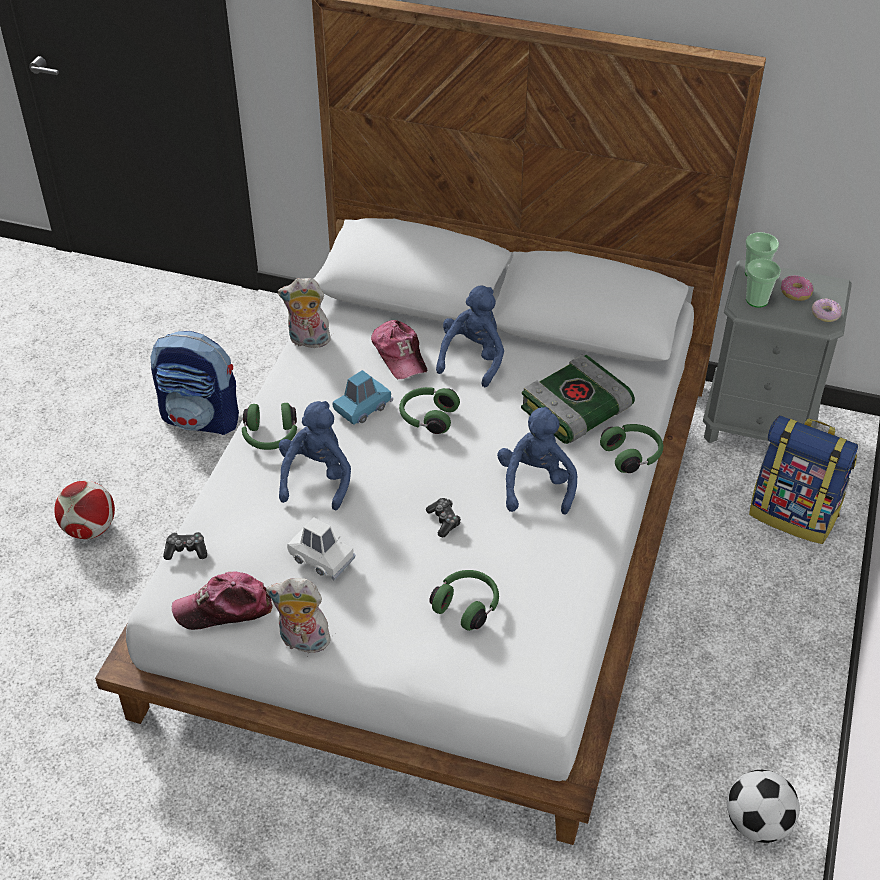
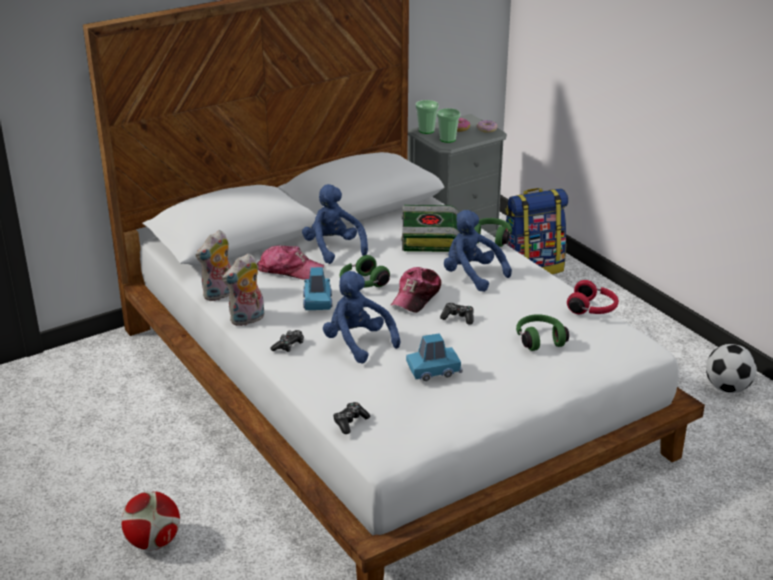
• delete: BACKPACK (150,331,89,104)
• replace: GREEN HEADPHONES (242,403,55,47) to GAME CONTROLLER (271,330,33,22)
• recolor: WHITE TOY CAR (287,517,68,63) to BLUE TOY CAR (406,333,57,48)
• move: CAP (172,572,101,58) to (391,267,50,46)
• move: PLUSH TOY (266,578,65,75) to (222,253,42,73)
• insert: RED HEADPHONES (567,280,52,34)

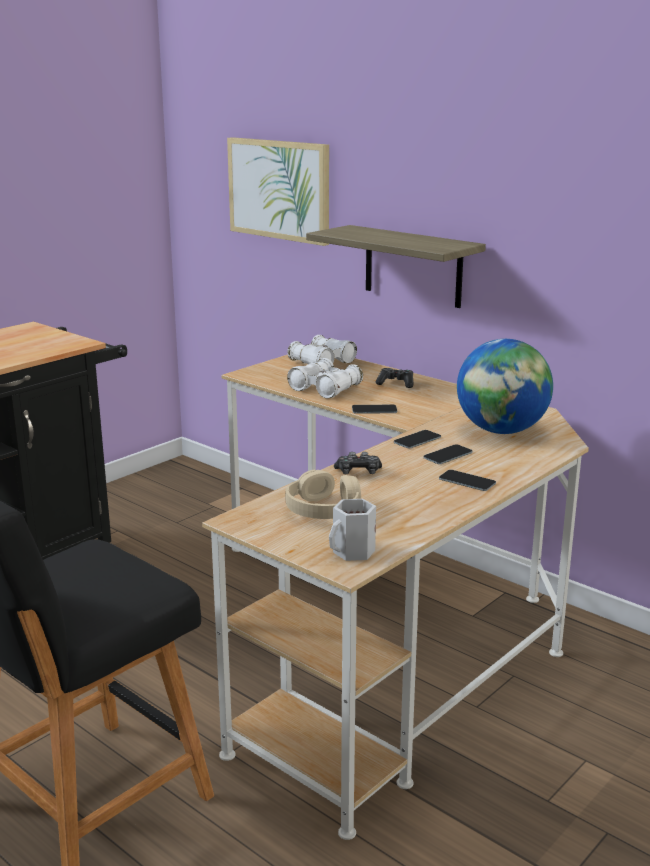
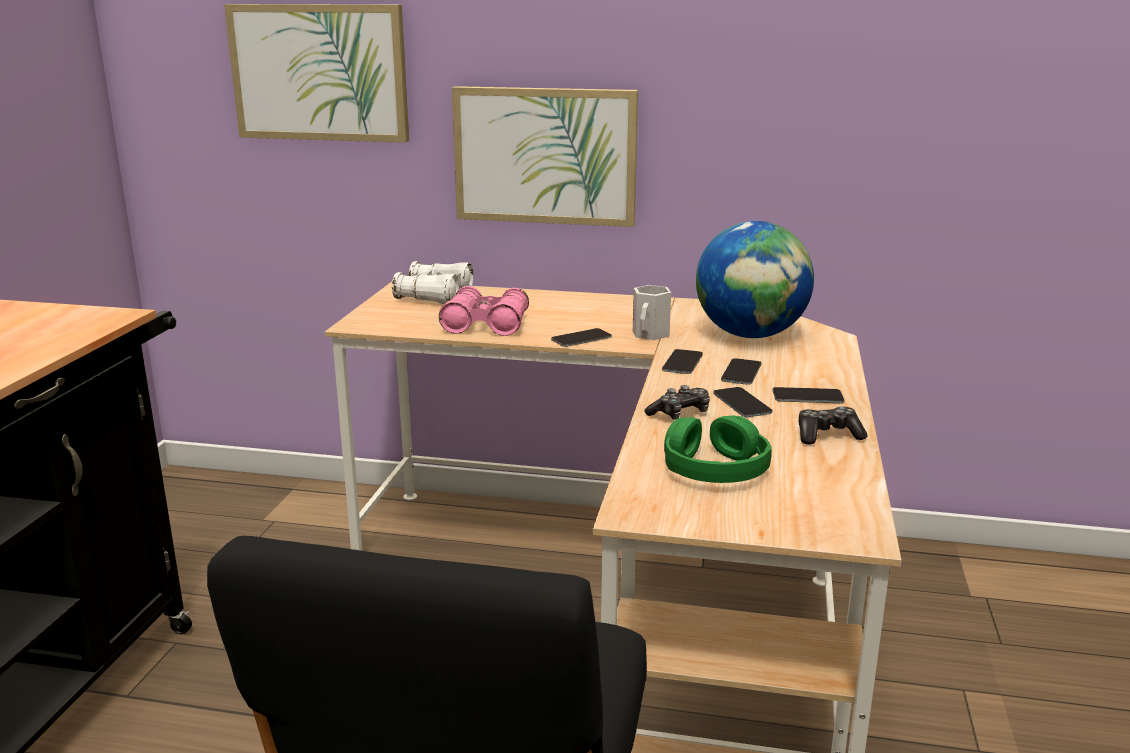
• replace: SHELF (306,225,180,83) to PICTURE (452,86,186,141)
• recolor: WHITE BINOCULARS (287,358,76,41) to PINK BINOCULARS (439,286,90,50)
• move: GAME CONTROLLER (376,368,37,20) to (799,407,68,38)
• recolor: BEIGE HEADPHONES (285,470,76,49) to GREEN HEADPHONES (664,415,108,68)
• move: WHITE MUG (329,499,47,62) to (633,285,38,55)
• insert: PHONE (713,387,59,30)

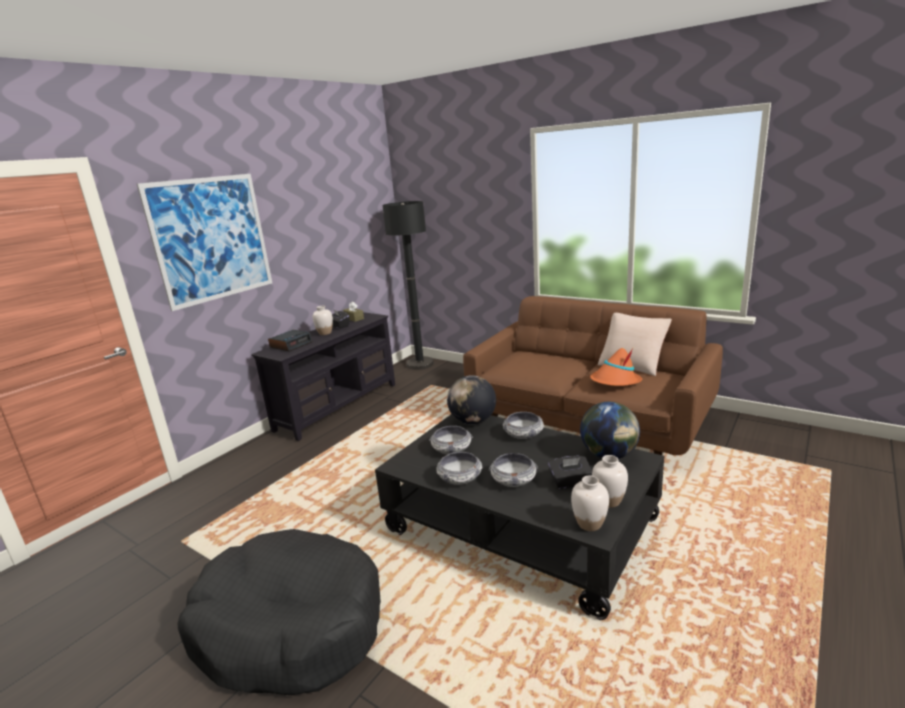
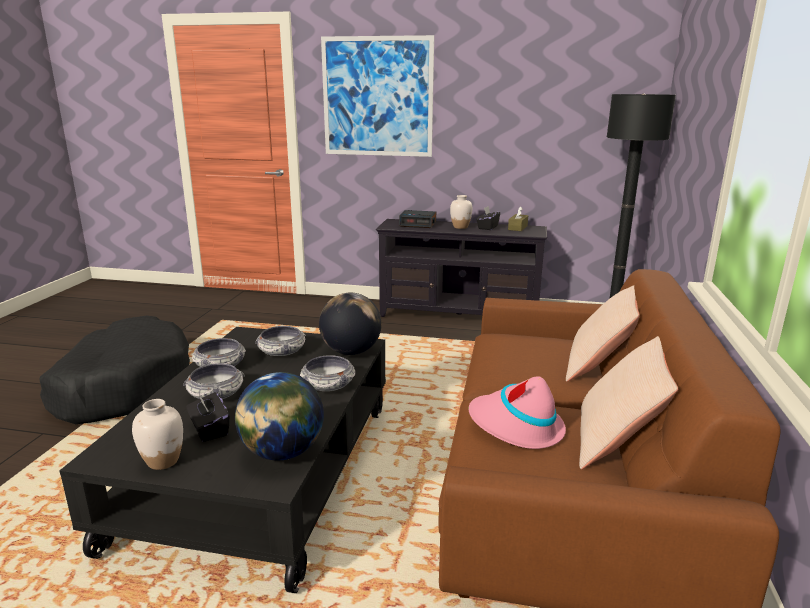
• recolor: ORANGE HAT (590,348,52,38) to PINK HAT (469,376,97,73)
• delete: WHITE VASE (571,475,38,56)
• insert: BEIGE PILLOW (566,285,74,97)

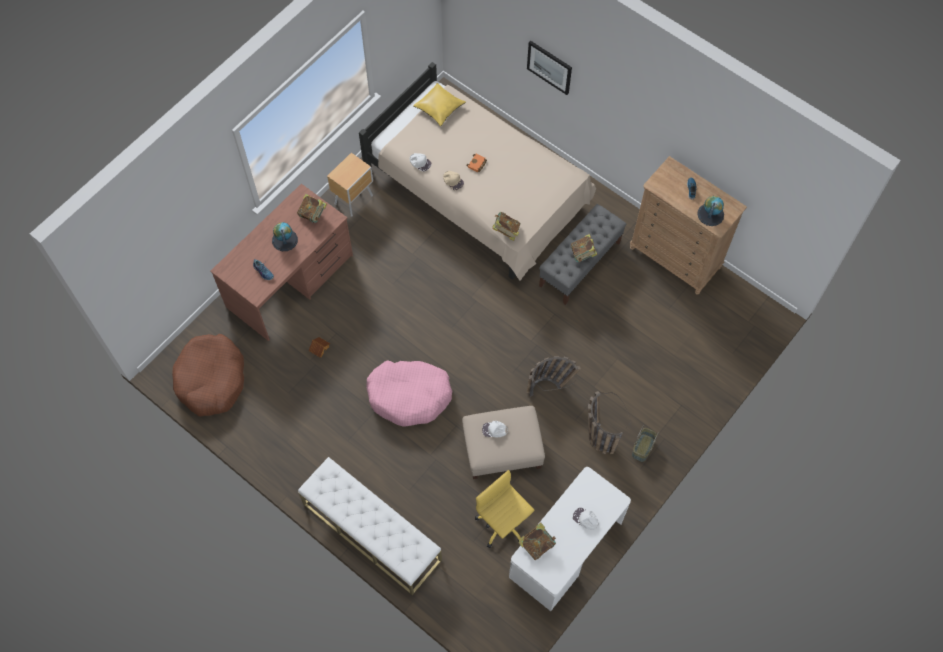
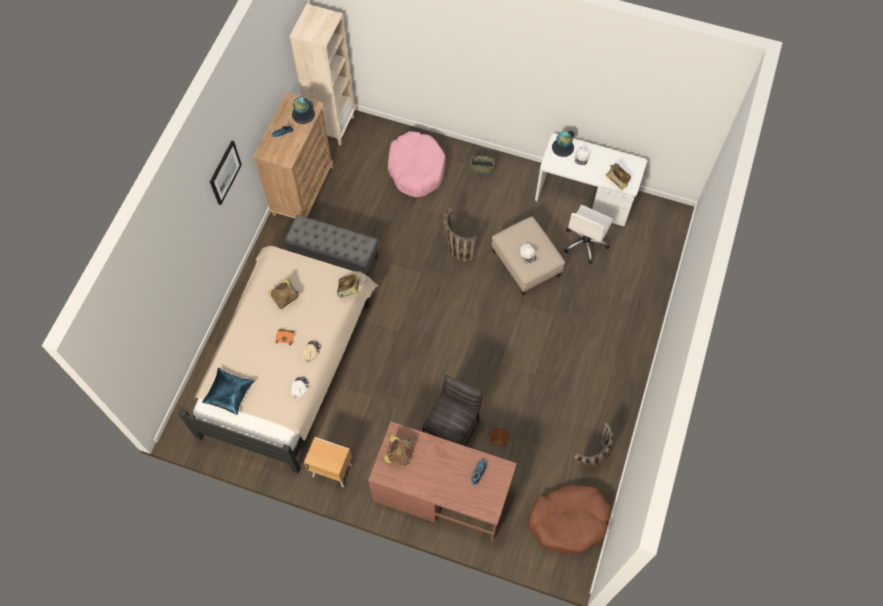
• move: PICTURE (527,40,45,55) to (210,141,32,64)
• recolor: YELLOW PILLOW (413,83,53,43) to BLUE PILLOW (202,368,53,47)
• move: GLOBE (272,222,26,29) to (552,131,22,26)
• move: BOOK (571,234,26,28) to (267,278,33,31)
• move: PINK DOG BED (366,360,87,67) to (387,131,58,66)
• move: BASKET (588,391,43,63) to (572,419,41,46)
• delete: WHITE BENCH (298,457,144,138)
• recolor: YELLOW OFFICE CHAIR (475,470,59,78) to WHITE OFFICE CHAIR (564,205,49,59)
• insert: BEIGE BOOKCASE (289,4,66,142)
• insert: GREY STOOL (422,375,60,71)

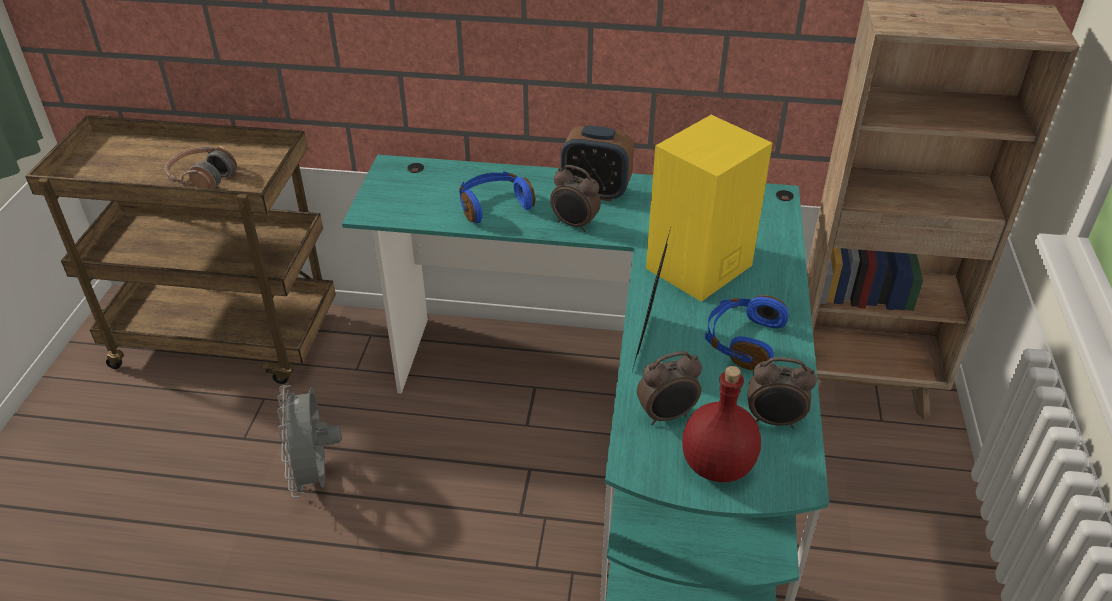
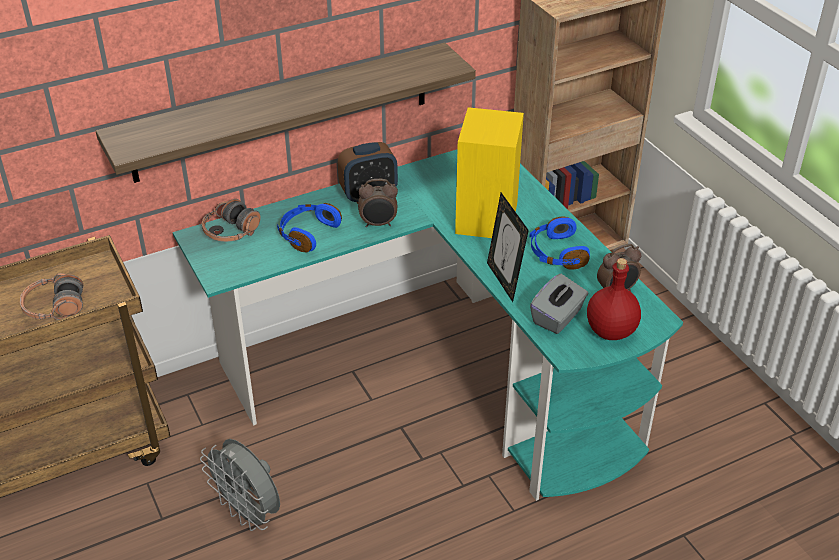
• replace: ALARM CLOCK (637,351,65,74) to GREY TISSUE BOX (530,274,58,60)
• insert: SHELF (96,43,380,140)
• insert: HEADPHONES (202,199,59,43)

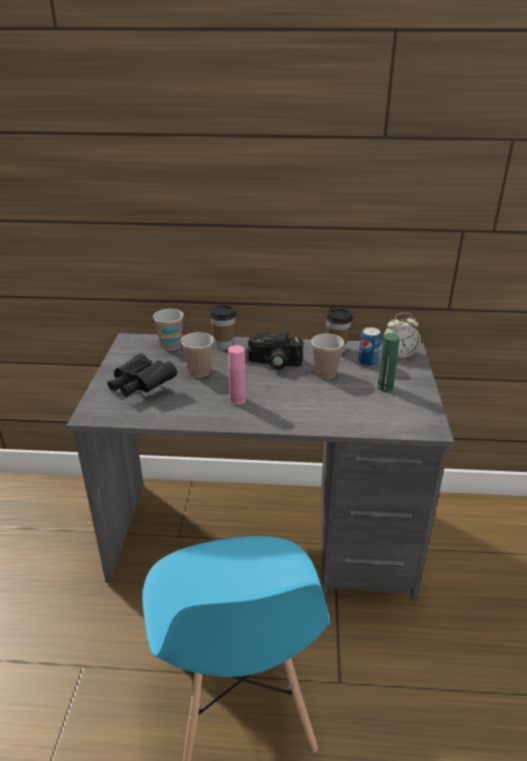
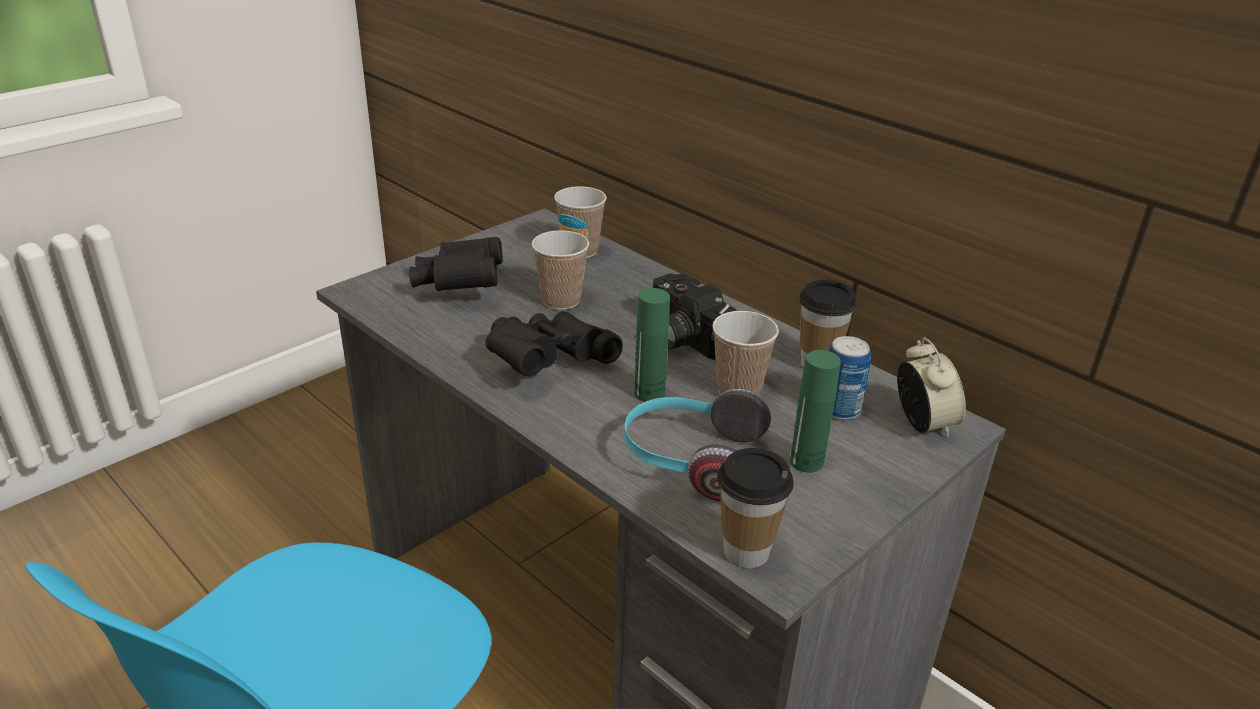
• move: CUP (209,305,28,45) to (717,448,77,120)
• rotate: ALARM CLOCK (383,313,38,45) = (897,337,69,101) 135 degrees counterclockwise
• replace: PINK BOTTLE (228,345,18,60) to BLACK BINOCULARS (486,311,137,65)
• insert: GREEN BOTTLE (634,288,36,114)
• insert: HEADPHONES (624,389,147,113)

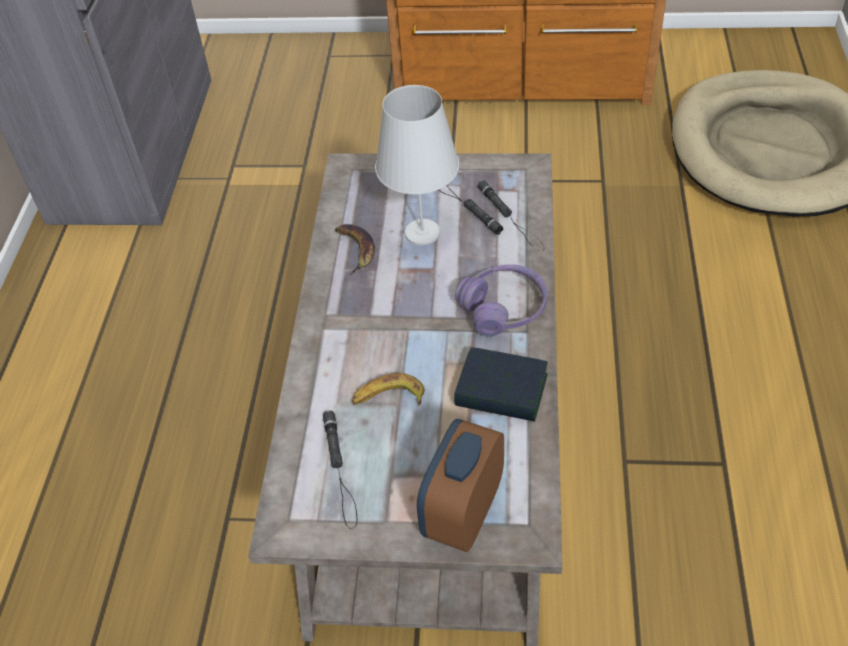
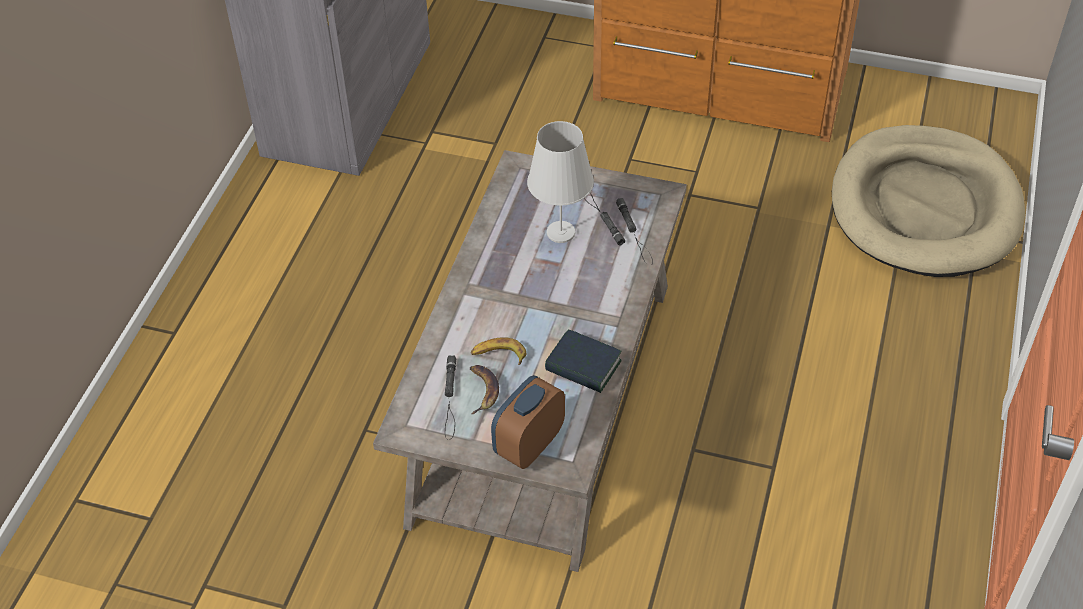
• move: BANANA (335,224,40,51) to (469,365,30,49)
• delete: PURPLE HEADPHONES (455,264,92,73)

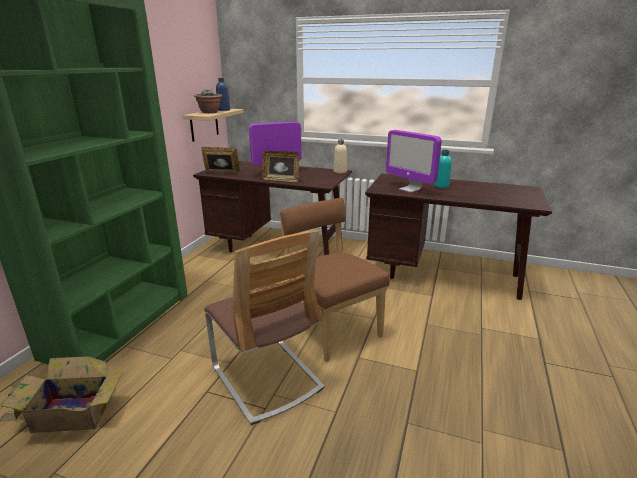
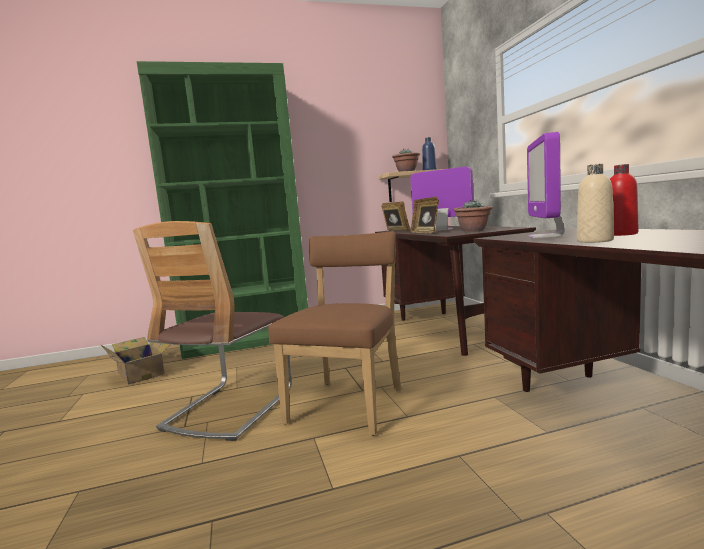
• move: BEIGE BOTTLE (334,140,13,33) to (577,164,37,79)
• recolor: TURQUOISE BOTTLE (434,150,18,38) to RED BOTTLE (610,164,28,72)
• insert: POTTED PLANT (453,200,40,32)

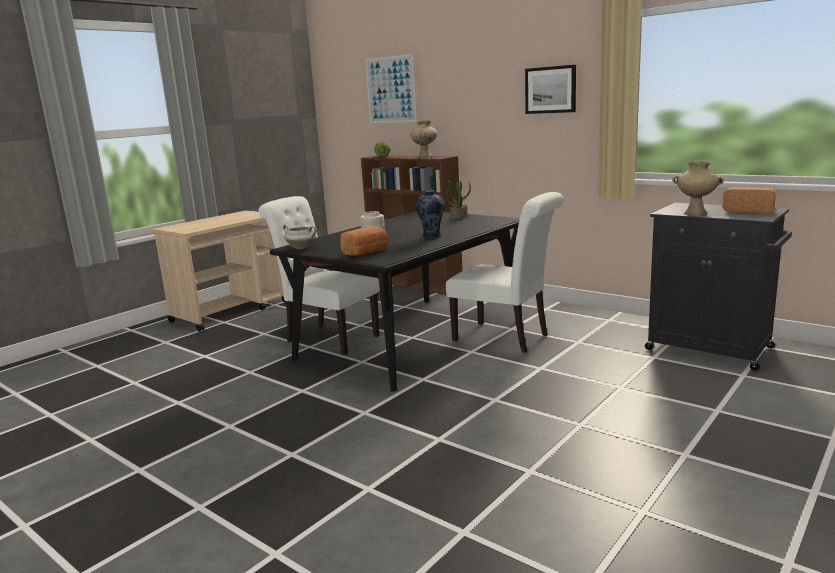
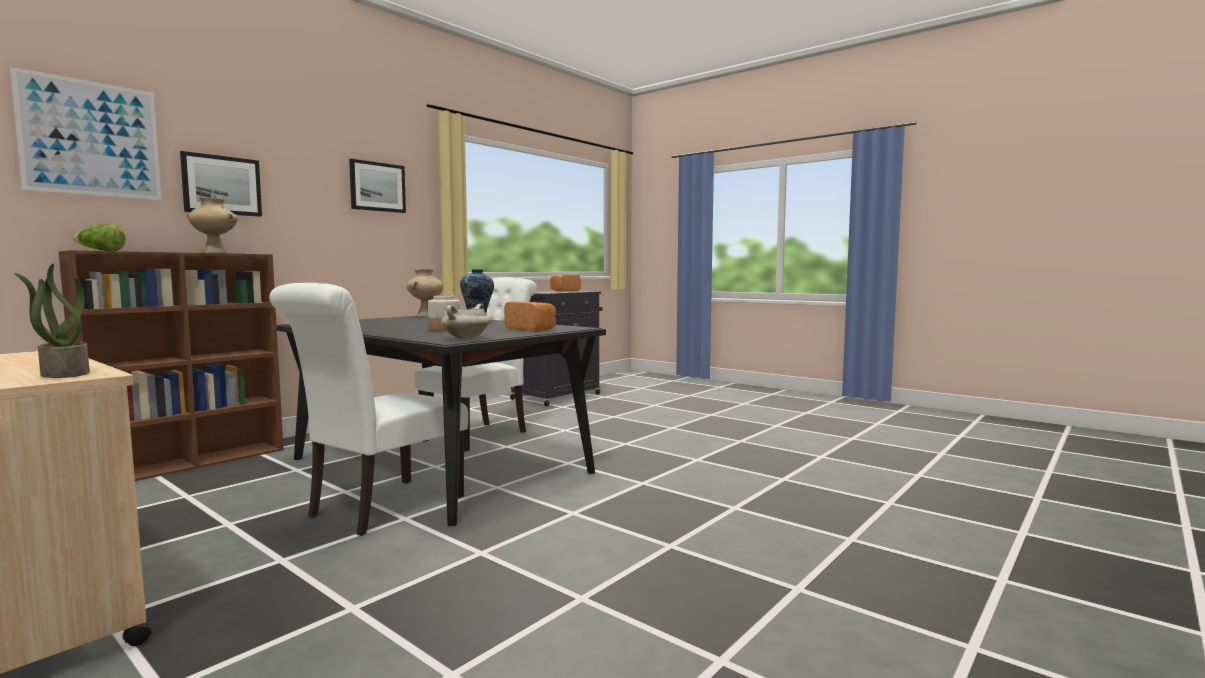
• move: BEIGE VASE (672,161,52,55) to (407,269,36,48)
• move: POTTED PLANT (446,177,25,42) to (14,264,76,114)
• insert: PICTURE (180,151,82,65)

